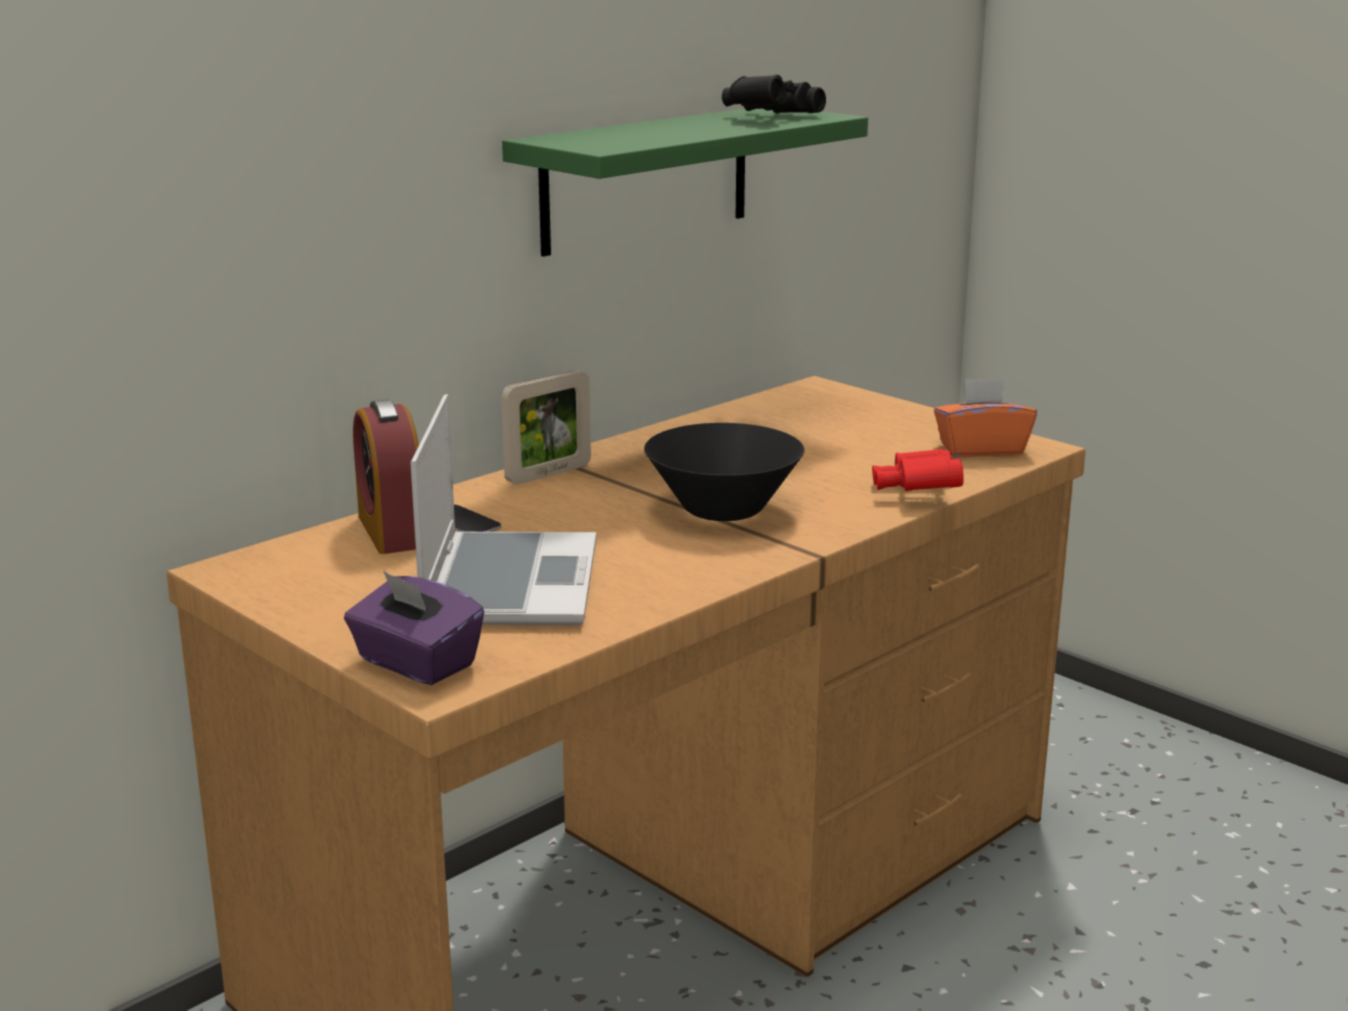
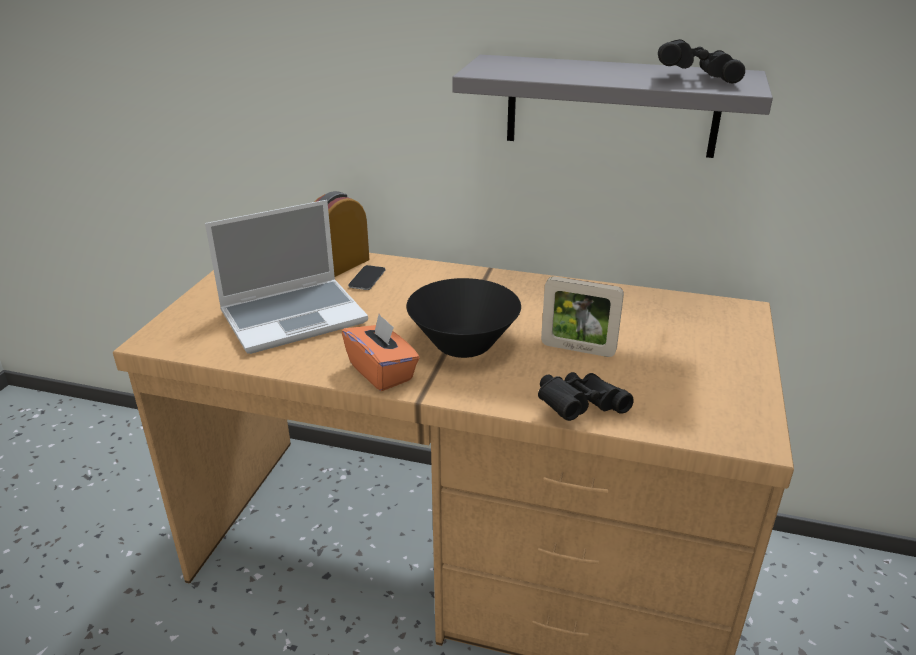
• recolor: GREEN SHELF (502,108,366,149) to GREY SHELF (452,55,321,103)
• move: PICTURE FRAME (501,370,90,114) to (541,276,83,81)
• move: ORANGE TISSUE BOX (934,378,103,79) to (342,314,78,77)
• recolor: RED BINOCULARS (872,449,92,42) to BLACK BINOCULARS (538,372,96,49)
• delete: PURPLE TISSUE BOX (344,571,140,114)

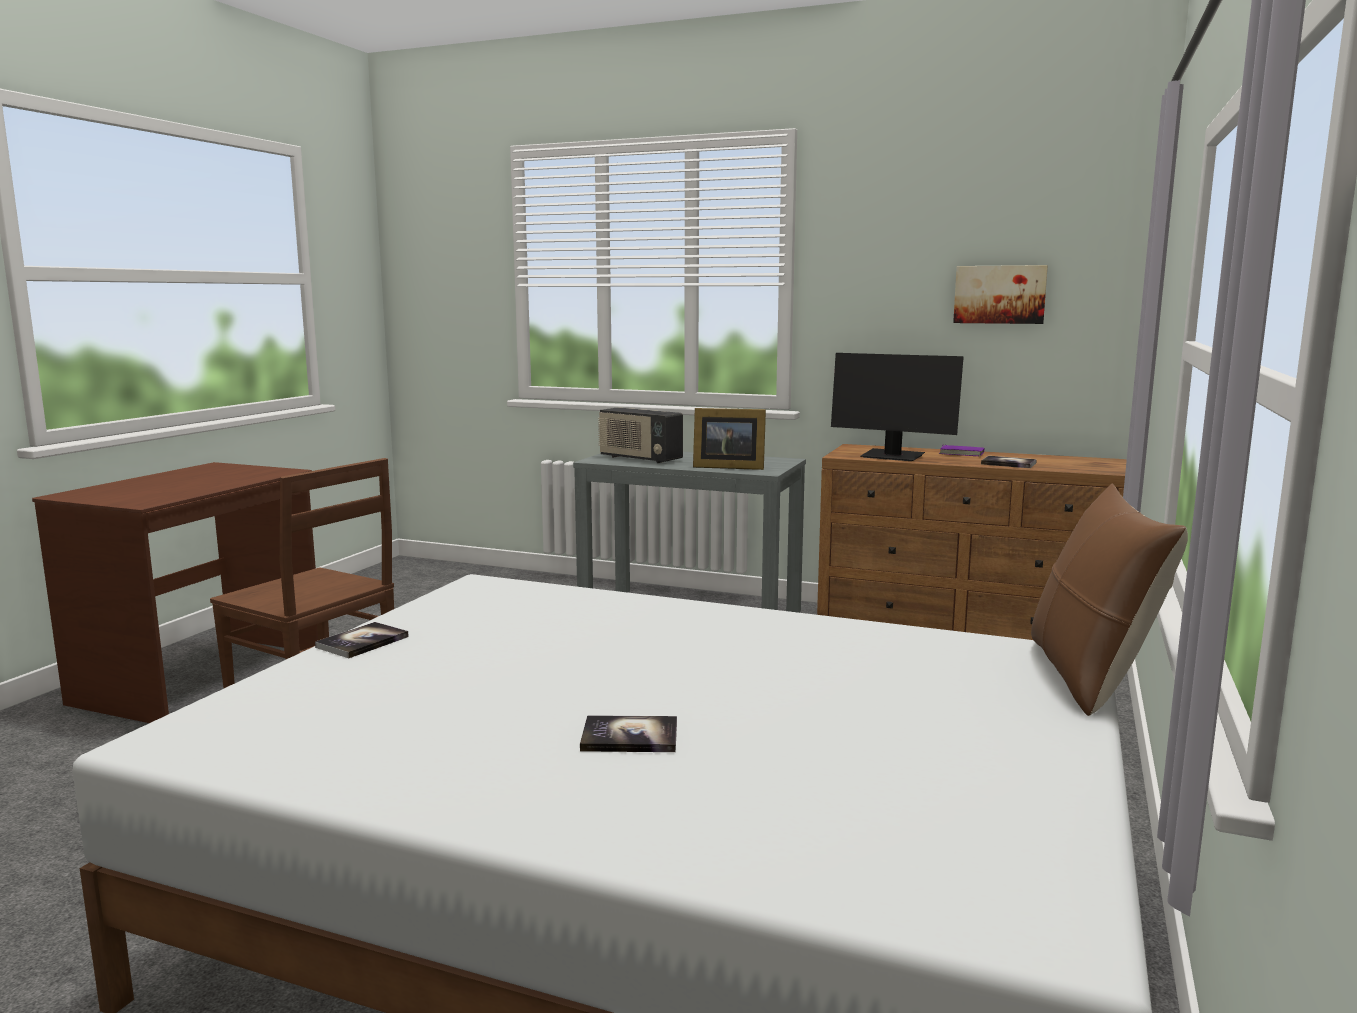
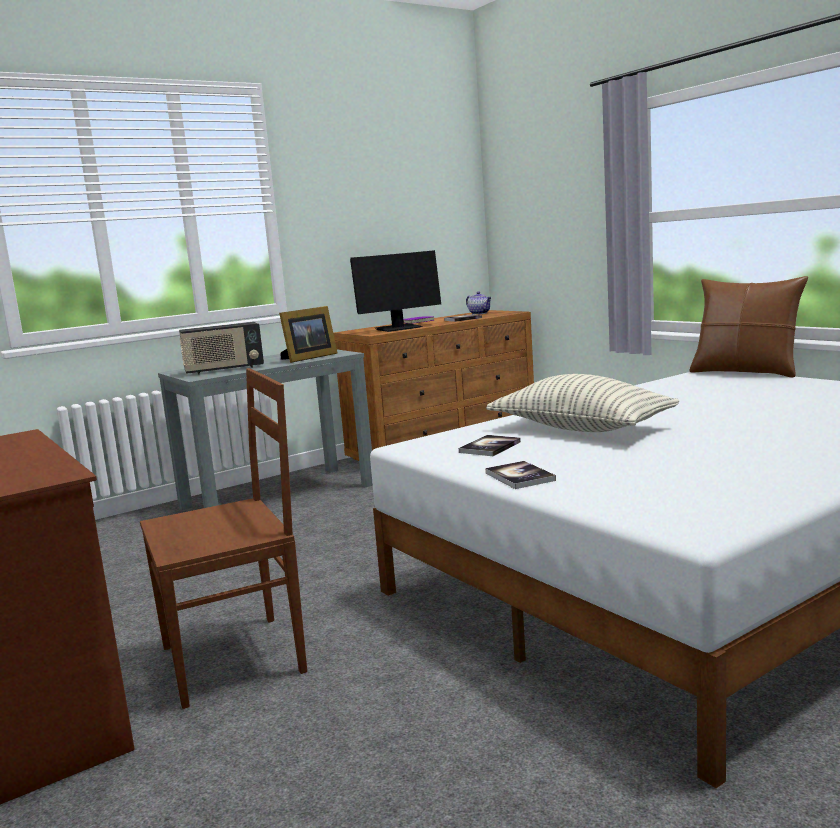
• delete: PICTURE (953,265,95,59)
• move: BOOK (580,715,97,37) to (459,435,62,21)
• insert: TEAPOT (466,292,26,23)
• insert: PILLOW (486,374,193,58)

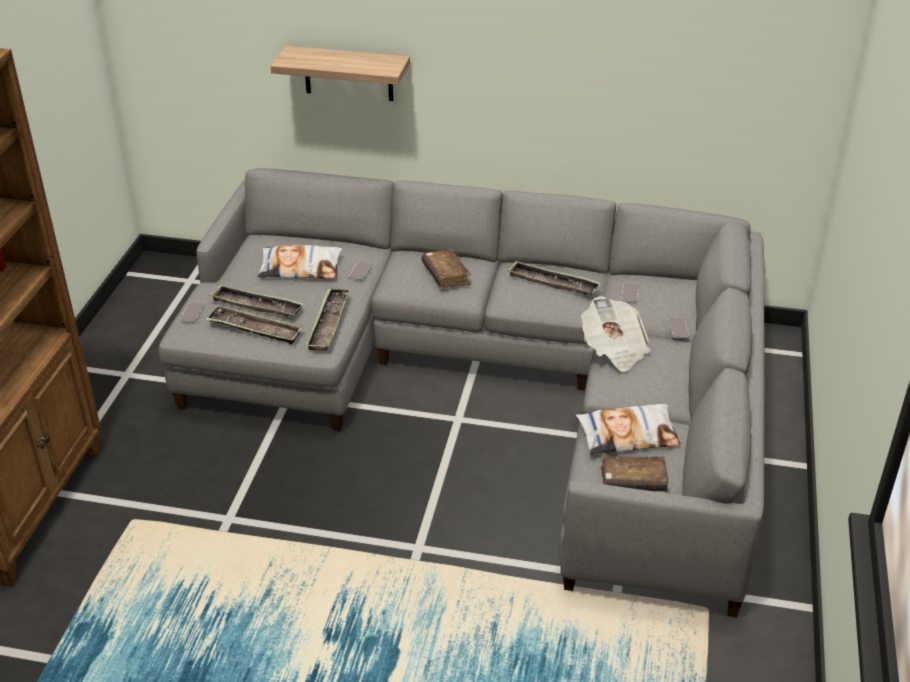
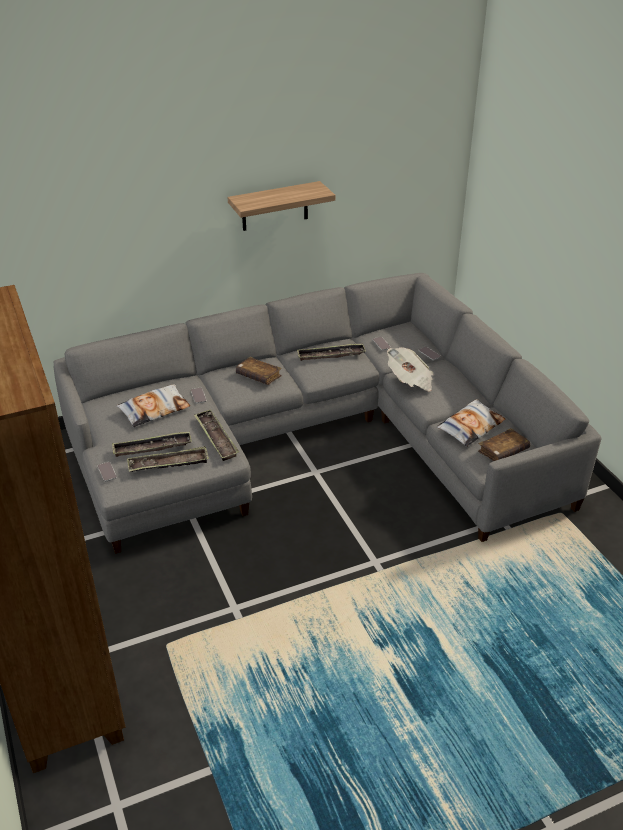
• move: SHELF (271,46,139,55) to (227,181,108,50)

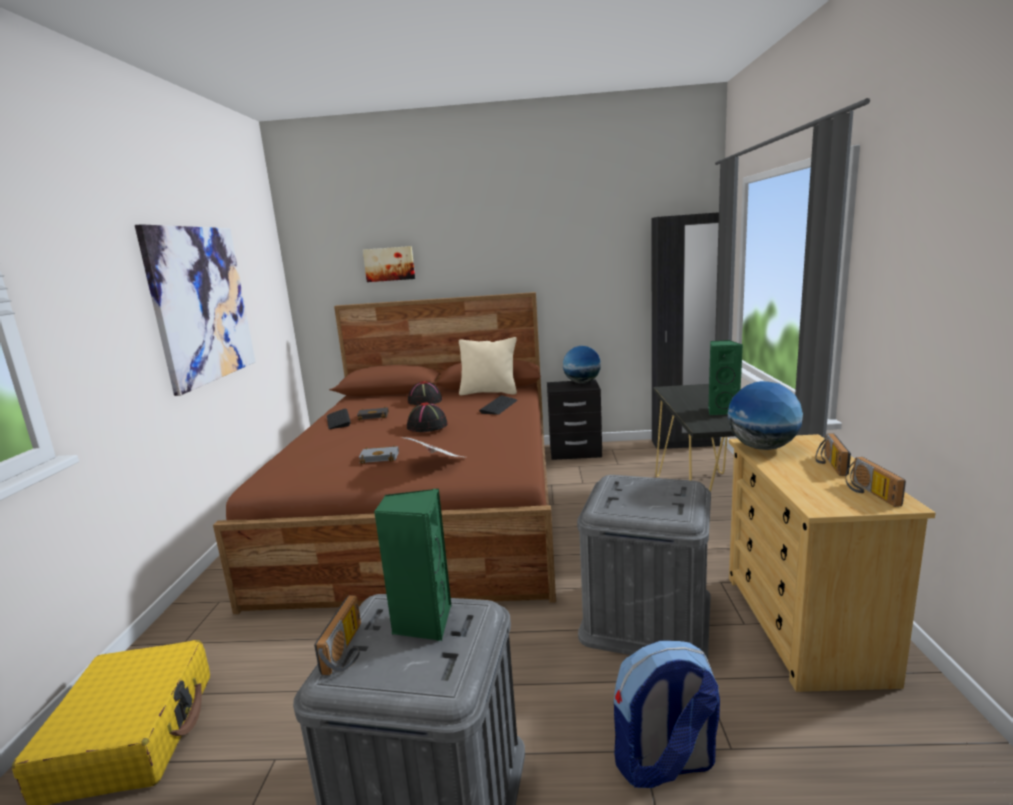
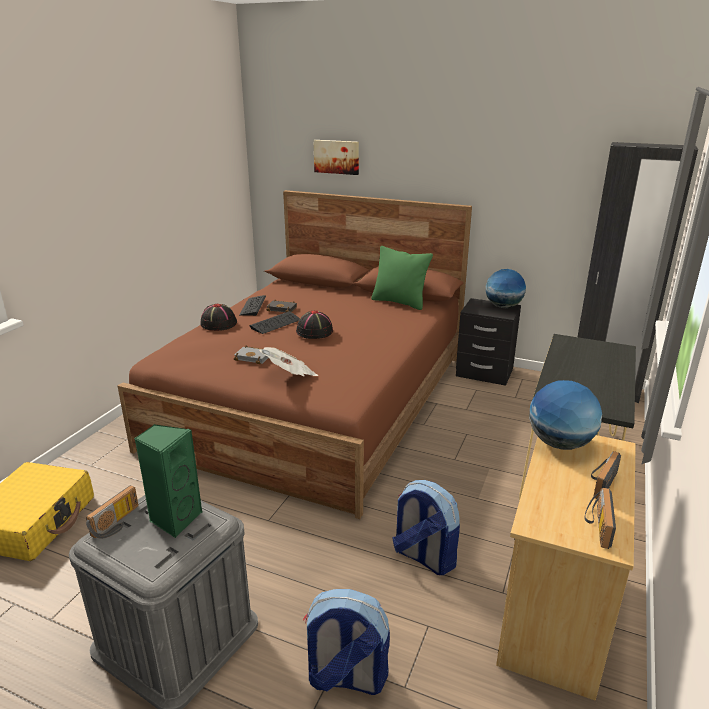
• delete: PICTURE (135,224,120,172)
• recolor: BEIGE PILLOW (459,337,58,58) to GREEN PILLOW (371,246,62,64)
• delete: GREEN SPEAKER (708,340,35,75)
• move: BLACK HAT (408,381,34,24) to (200,304,37,27)
• move: KEYBOARD (479,395,39,20) to (249,311,51,23)
• replace: GREY STORAGE BOX (577,475,134,184) to BACKPACK (392,480,68,95)

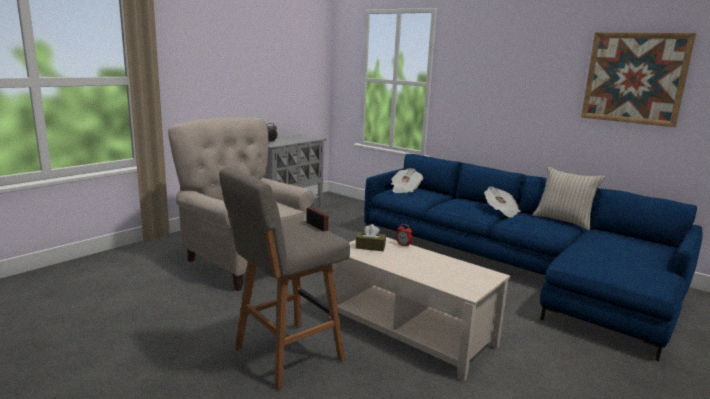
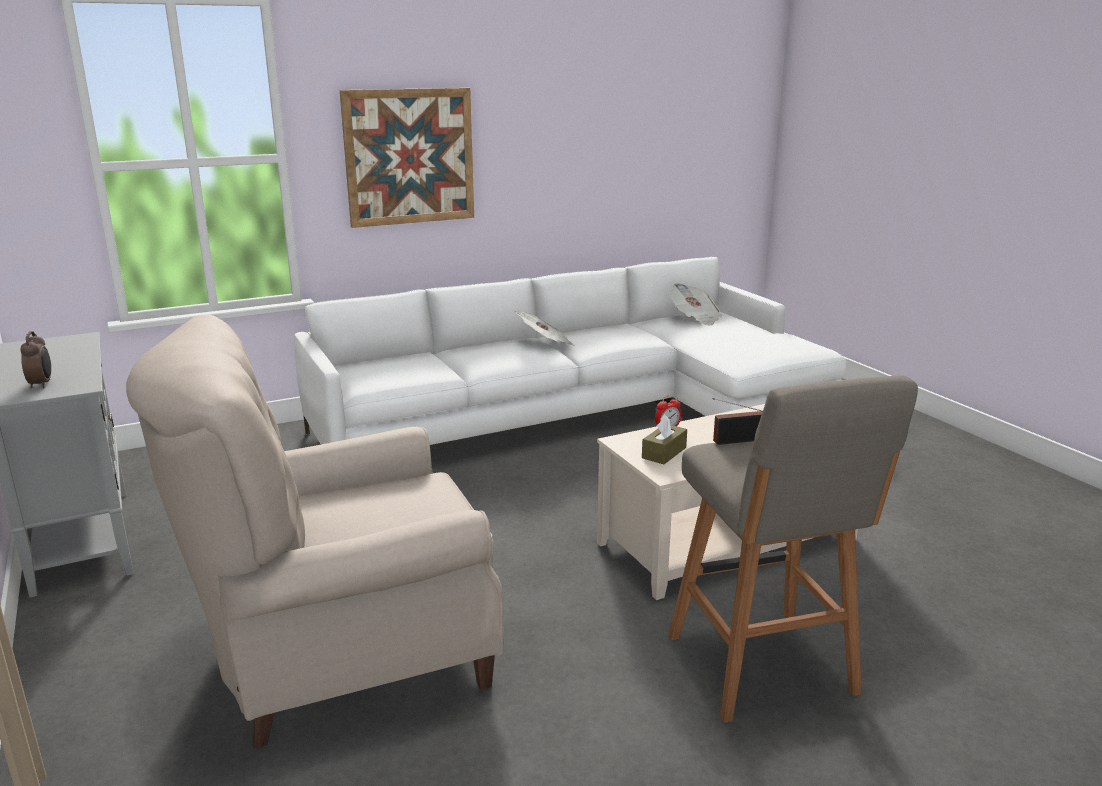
• move: PICTURE (581,32,115,95) to (340,88,134,140)
• recolor: BLUE SOFA (364,154,339,207) to WHITE SOFA (294,257,553,188)
• delete: BEIGE PILLOW (532,166,73,64)
• move: NEWSPAPER (391,168,32,25) to (669,283,53,43)

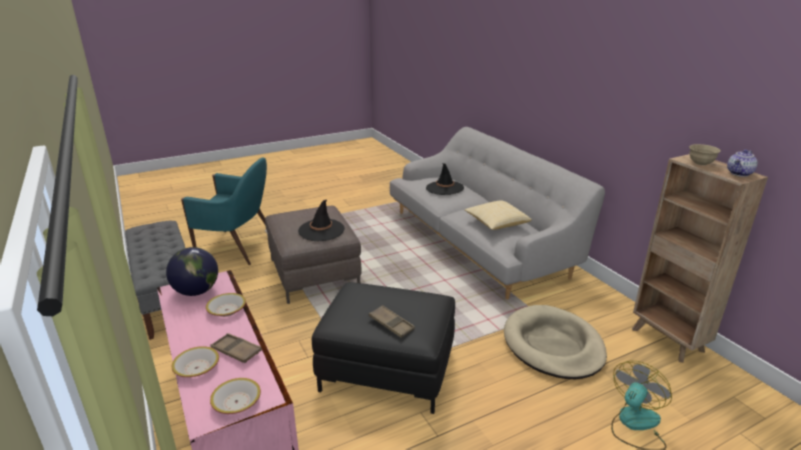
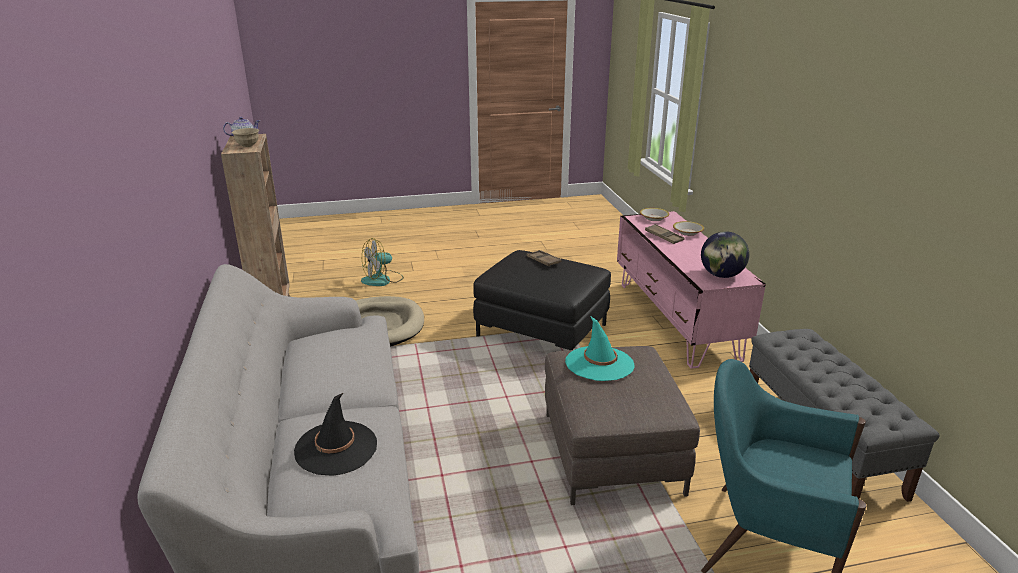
• recolor: BLACK HAT (298,200,47,41) to TURQUOISE HAT (565,317,70,64)
• delete: PILLOW (465,201,67,29)
• delete: BOWL (206,293,40,24)

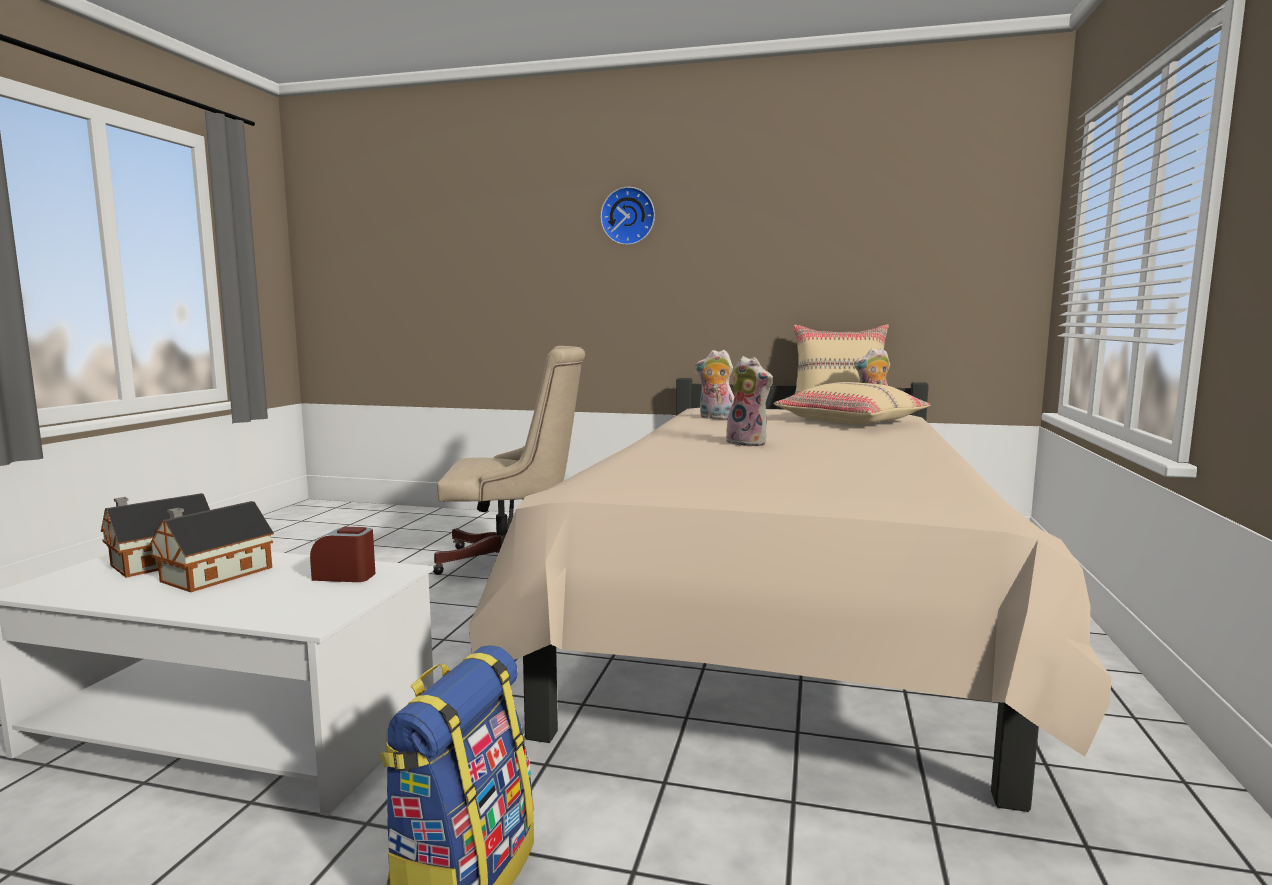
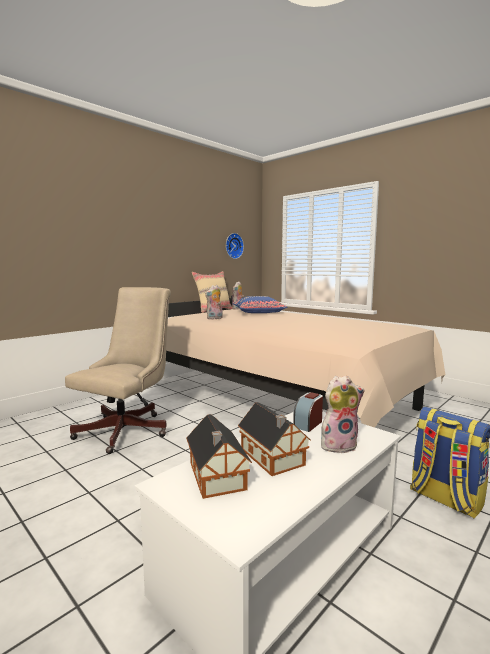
• move: WALL CLOCK (600,187,55,58) to (226,233,18,26)
• move: PLUSH TOY (726,356,47,90) to (321,375,44,78)
• recolor: BEIGE PILLOW (774,382,156,42) to BLUE PILLOW (232,296,55,17)

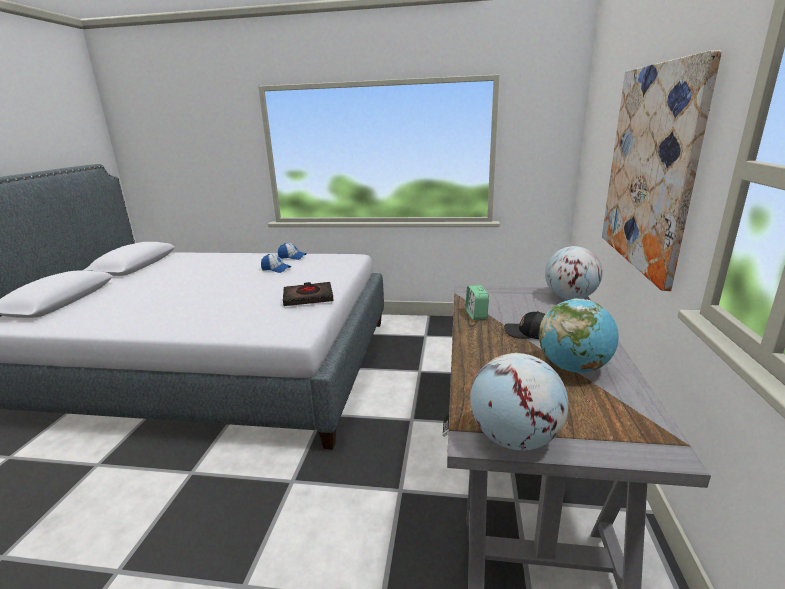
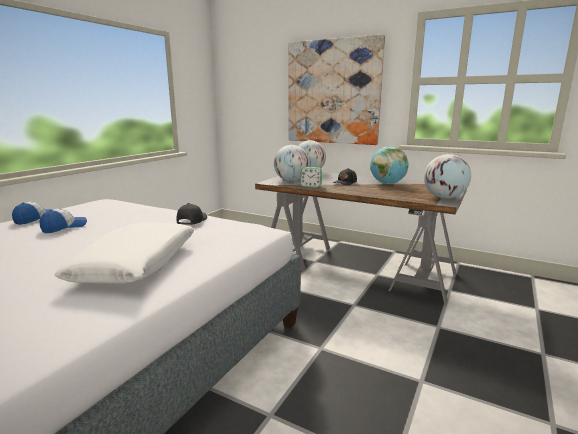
• replace: BLACK BOOK (283,282,51,24) to BLACK CAP (177,203,30,22)
• insert: GLOBE (274,145,35,36)
• insert: WHITE PILLOW (55,223,140,61)

